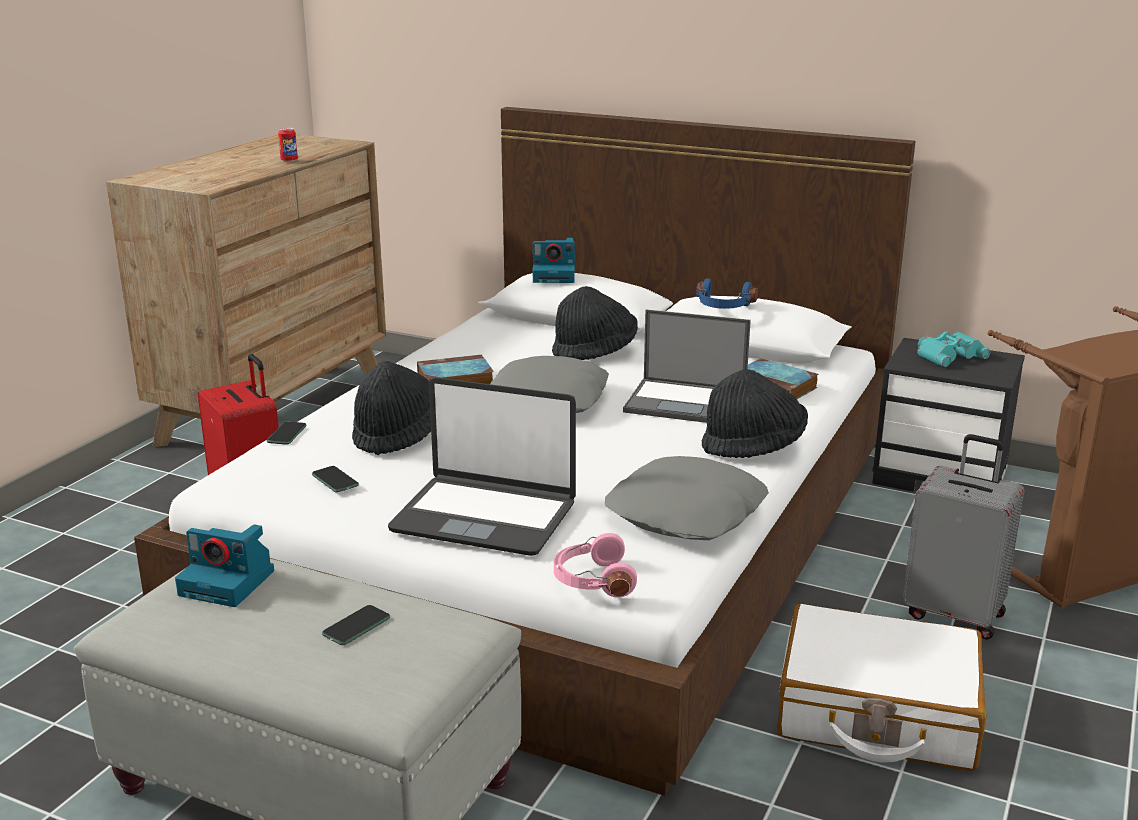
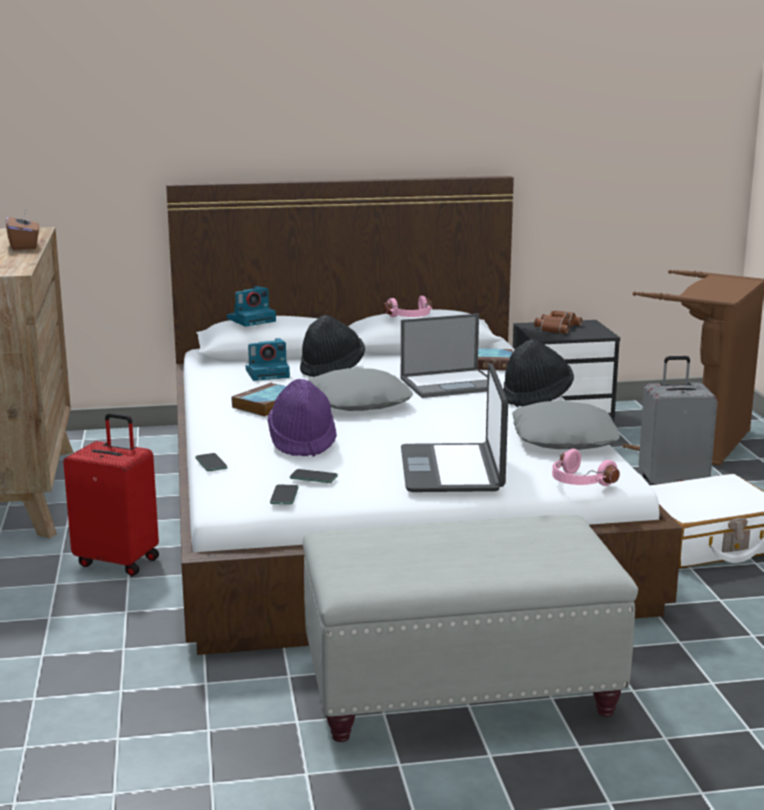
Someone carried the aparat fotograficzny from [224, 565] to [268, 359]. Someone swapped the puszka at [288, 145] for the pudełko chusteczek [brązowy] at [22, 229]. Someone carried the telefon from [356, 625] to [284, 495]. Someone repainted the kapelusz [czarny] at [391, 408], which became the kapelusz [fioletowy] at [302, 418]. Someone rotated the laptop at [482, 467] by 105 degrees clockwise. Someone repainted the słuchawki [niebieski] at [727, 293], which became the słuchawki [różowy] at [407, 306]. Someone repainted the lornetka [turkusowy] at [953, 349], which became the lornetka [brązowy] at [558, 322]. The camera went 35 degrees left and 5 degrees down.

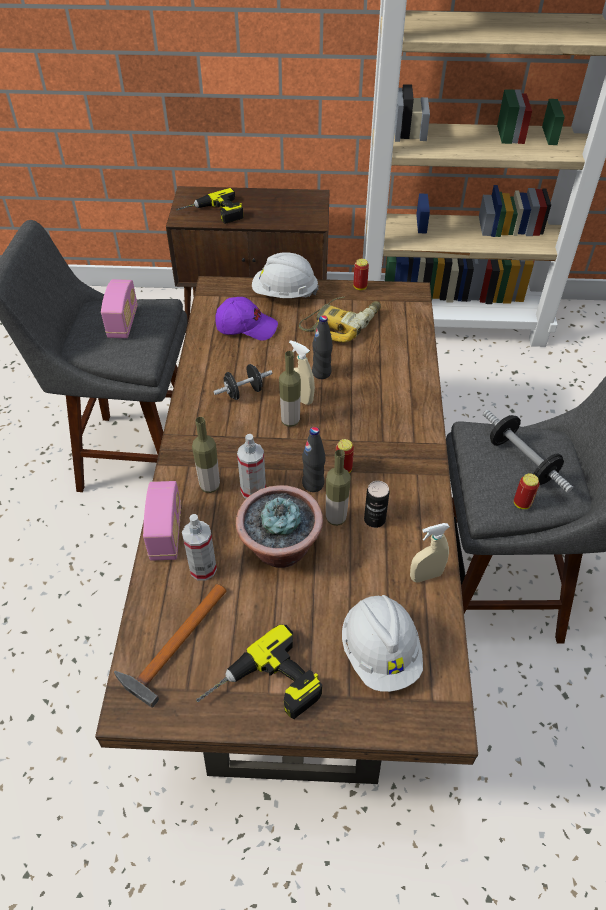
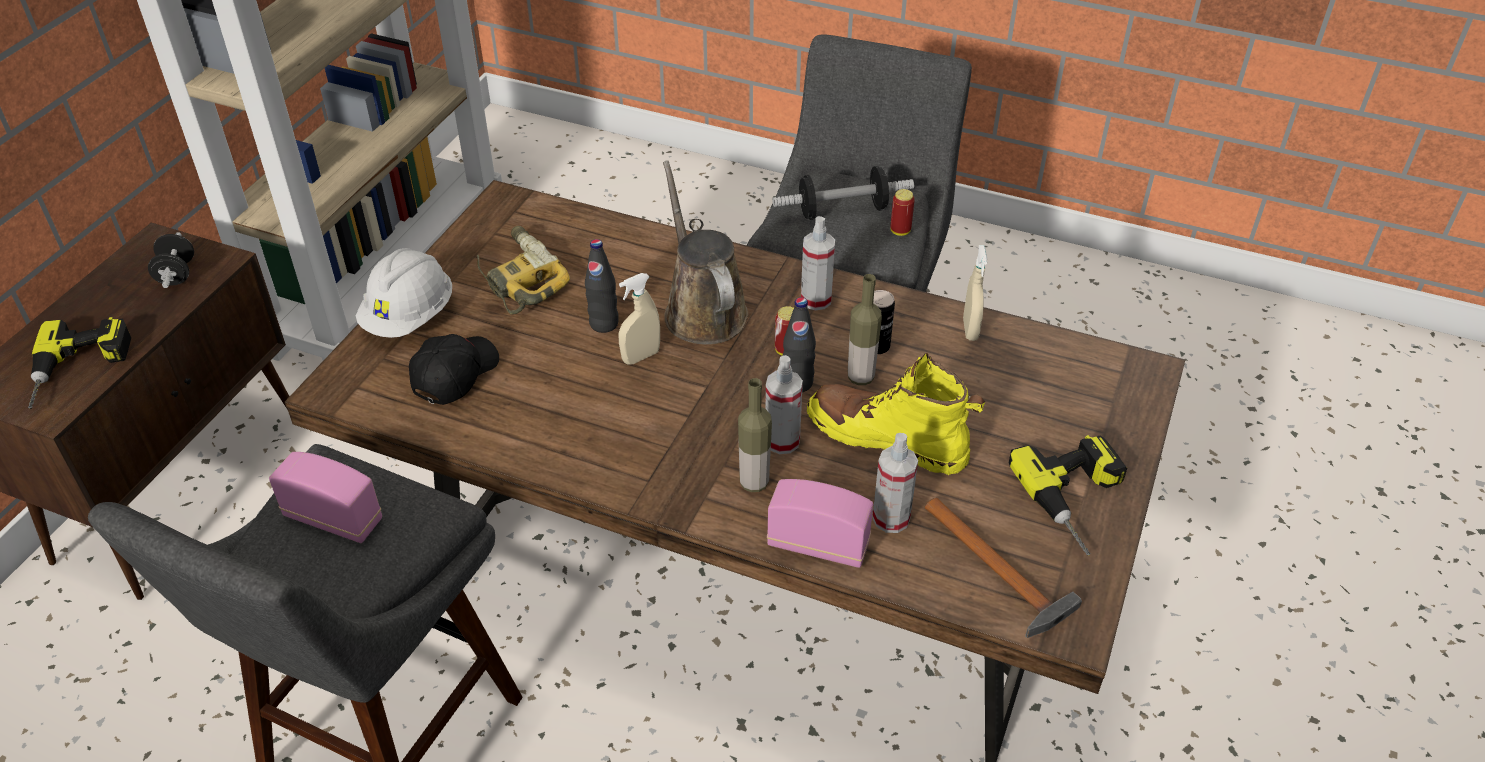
Someone carried the hantel [czarny] from [243, 382] to [171, 260]. Someone repainted the czapka z daszkiem [fioletowy] at [246, 319], which became the czapka z daszkiem [czarny] at [454, 369]. Someone swapped the roślina doniczkowa at [279, 526] for the but z cholewką [żółty] at [896, 414]. Someone took away the butelka at [290, 389]. Someone took away the kask [biały] at [382, 643]. Someone took away the puszka at [361, 274]. Someone put down the konewka [brązowy] at [705, 252]. Someone put down the spryskiwacz at [818, 263]. The camera went 70 degrees left and 5 degrees down.

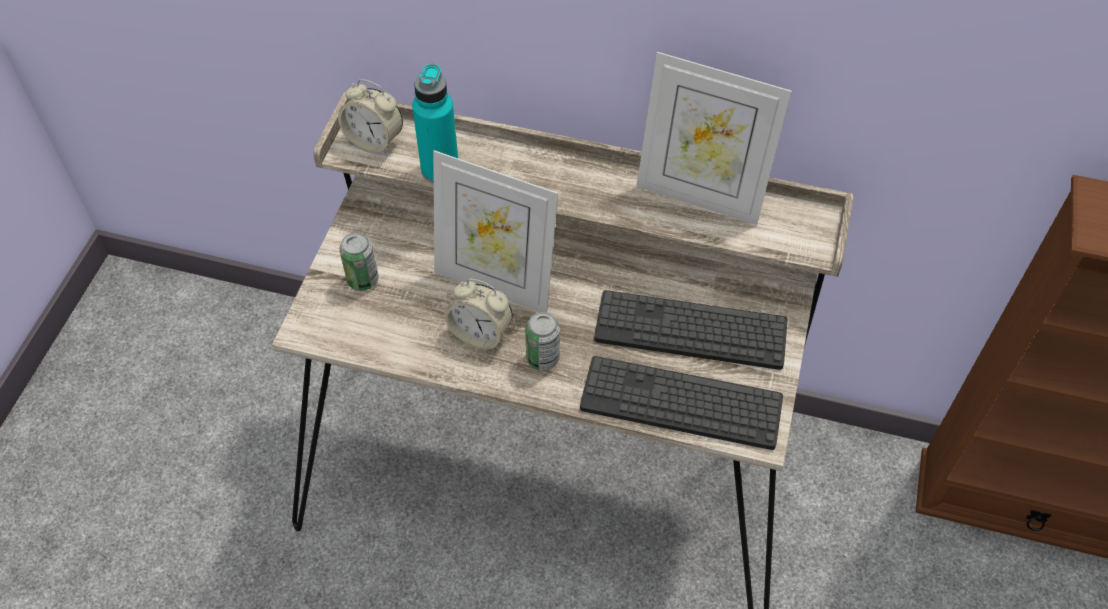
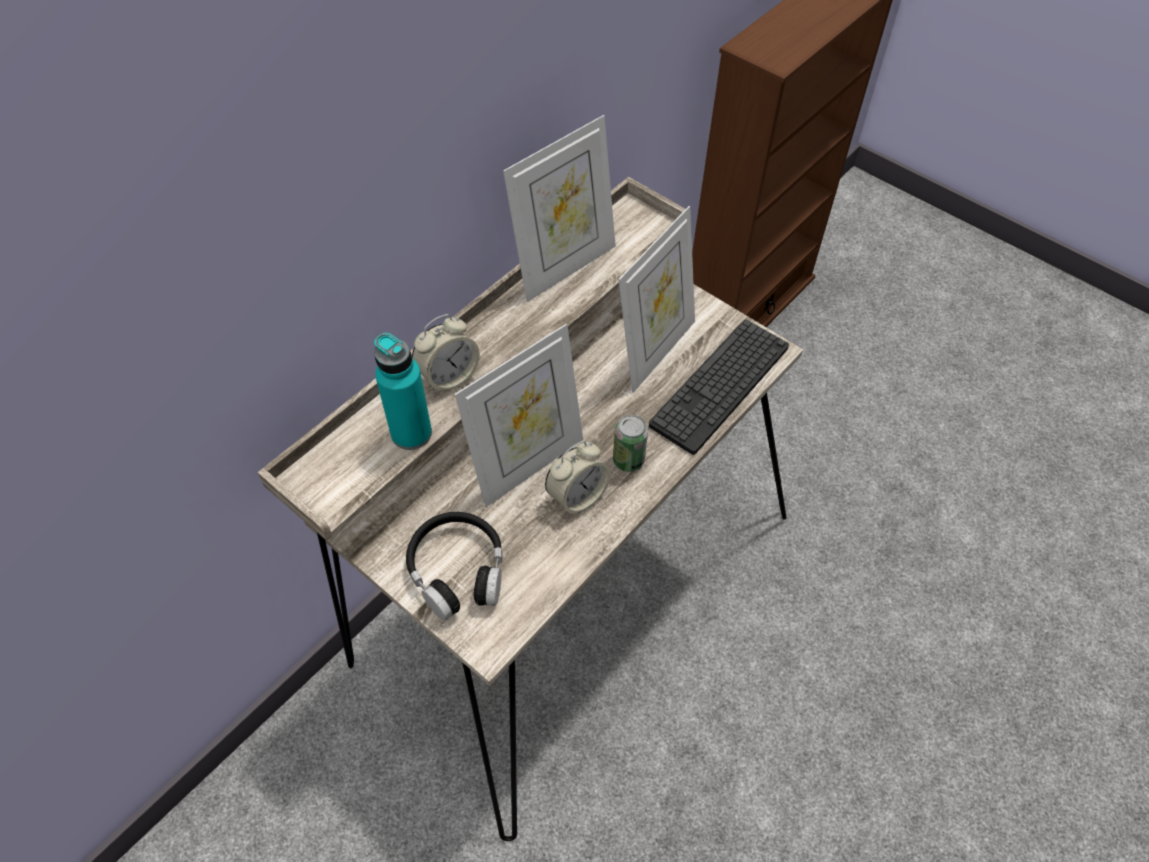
Someone carried the budzik from [370, 117] to [446, 354]. Someone swapped the puszka at [359, 261] for the słuchawki [czarny] at [454, 566]. Someone swapped the klawiatura at [691, 330] for the ramka na zdjęcie at [657, 299]. The camera went 65 degrees left and 0 degrees up.

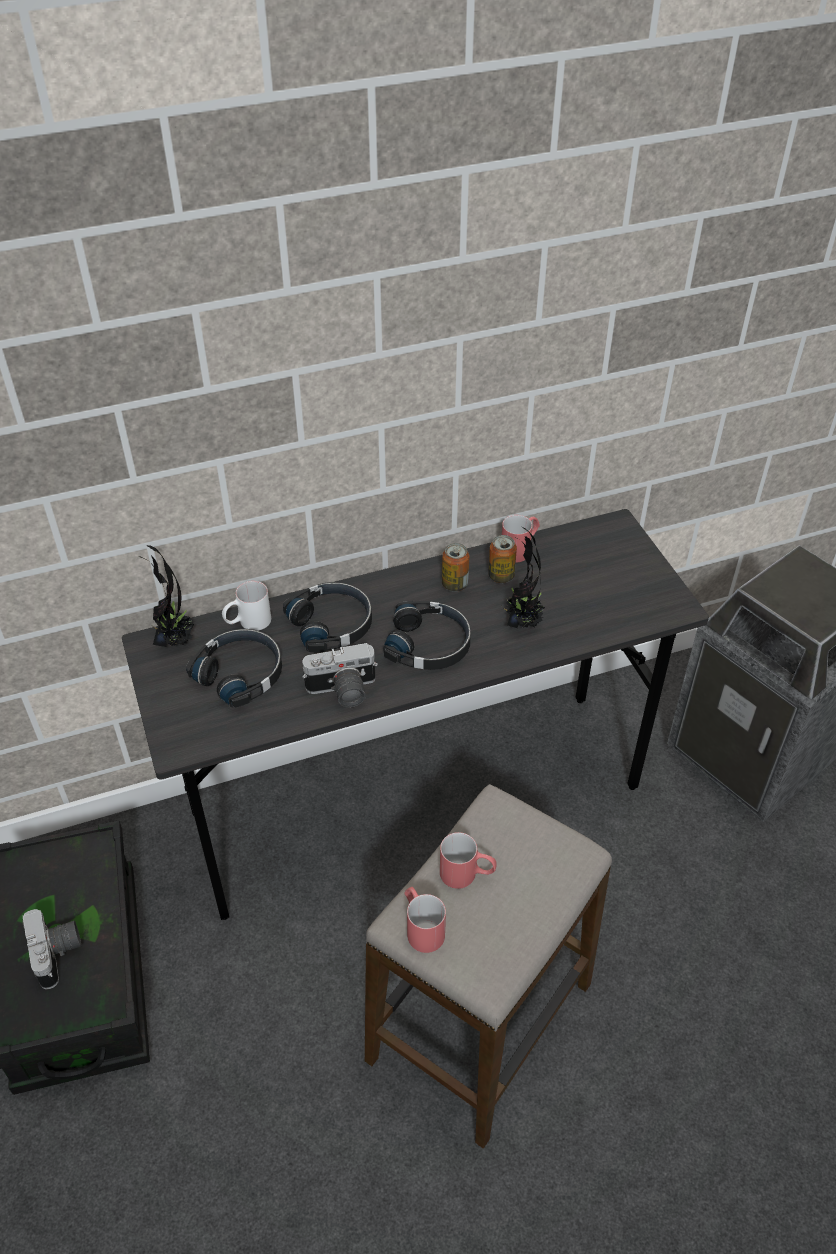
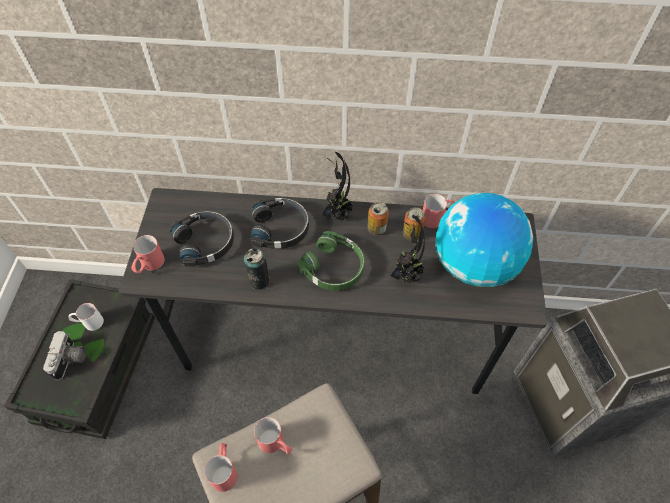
Someone carried the roślina doniczkowa from [166, 596] to [337, 186]. Someone carried the kubek [biały] from [246, 606] to [86, 317]. Someone swapped the aparat fotograficzny at [340, 675] for the puszka at [257, 269]. Someone repainted the słuchawki [czarny] at [427, 635], which became the słuchawki [zielony] at [331, 261]. Someone put down the kubek [czerwony] at [148, 254]. Someone put down the globus at [484, 240]. The camera went 25 degrees right and 10 degrees up.

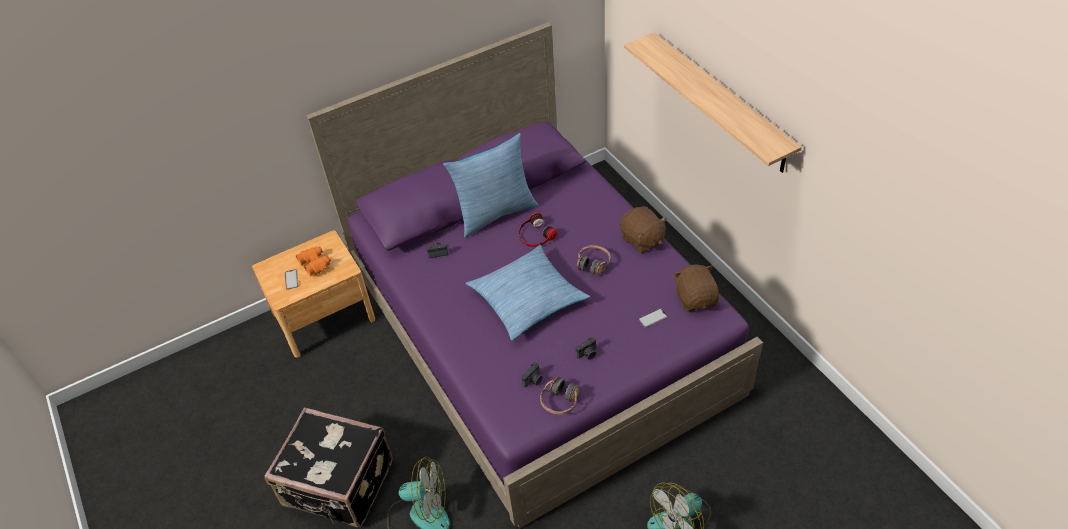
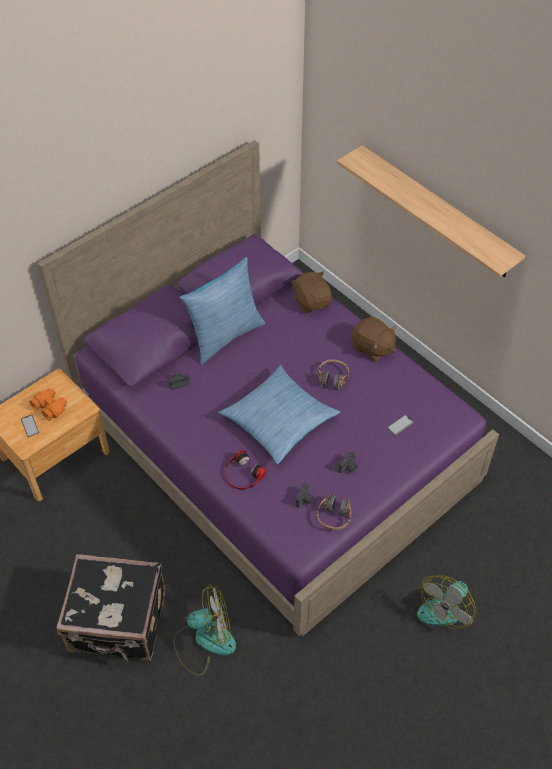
Someone carried the słuchawki from [537, 230] to [245, 469]. Someone carried the pluszak [brązowy] from [696, 287] to [311, 292]. The camera went 15 degrees left and 5 degrees up.

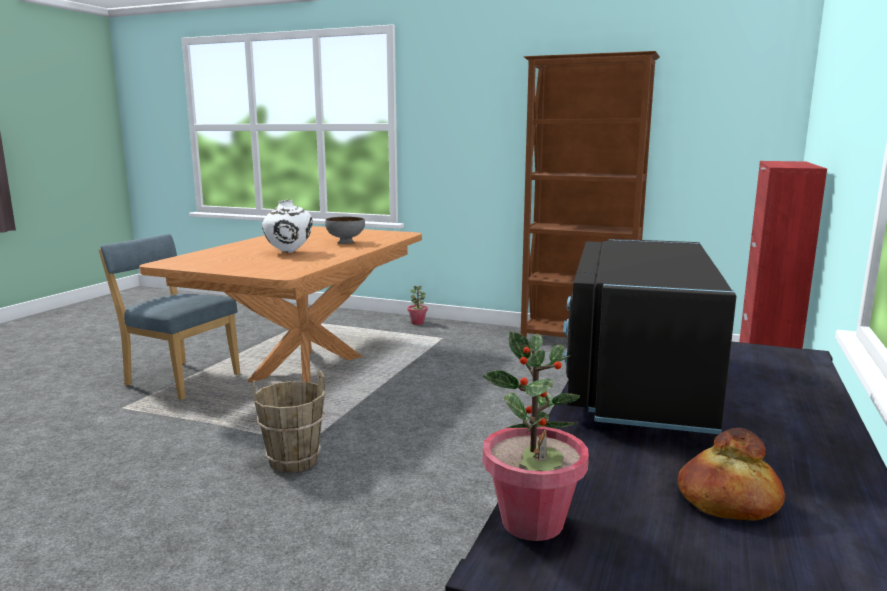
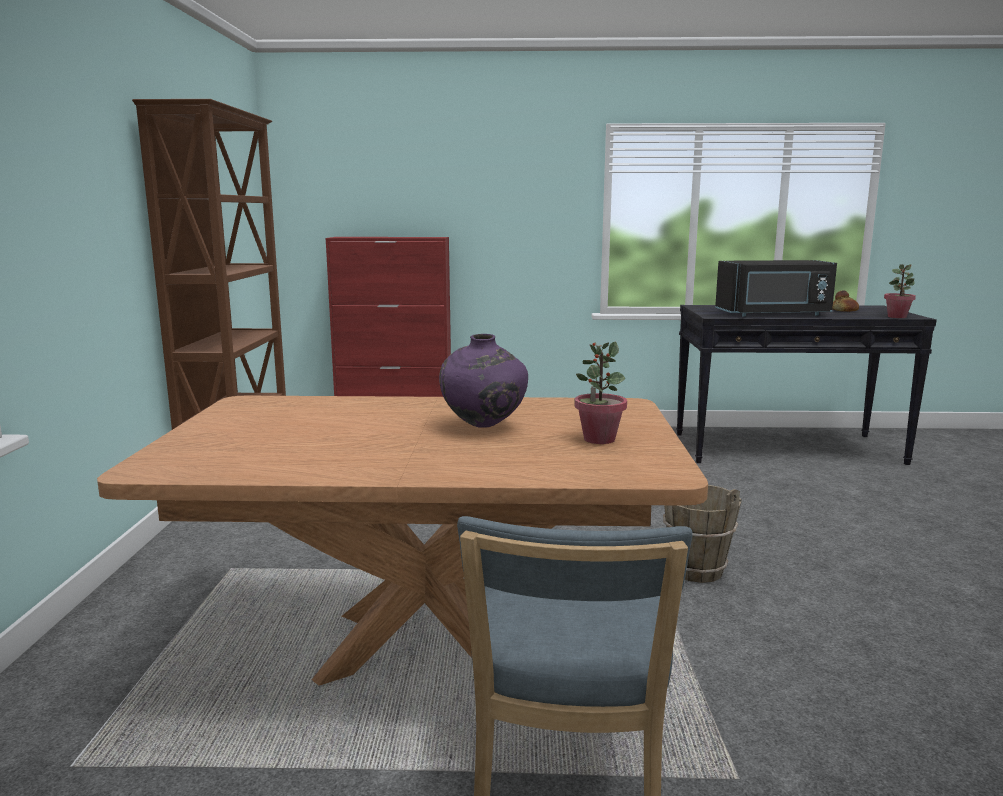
Someone repainted the wazon [biały] at [287, 226], which became the wazon [fioletowy] at [483, 381]. Someone took away the miska [szary] at [345, 230]. Someone carried the roślina doniczkowa from [417, 305] to [600, 393]. The camera went 110 degrees left and 0 degrees up.

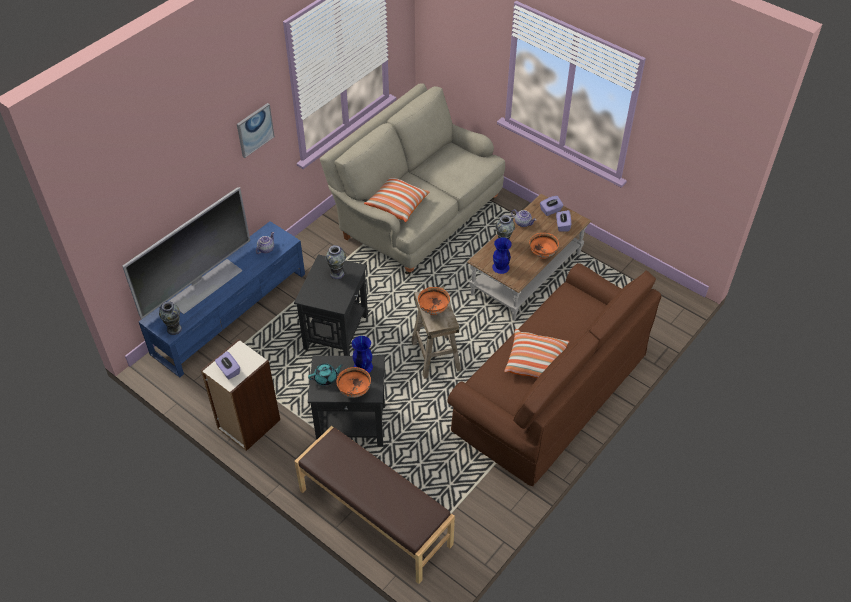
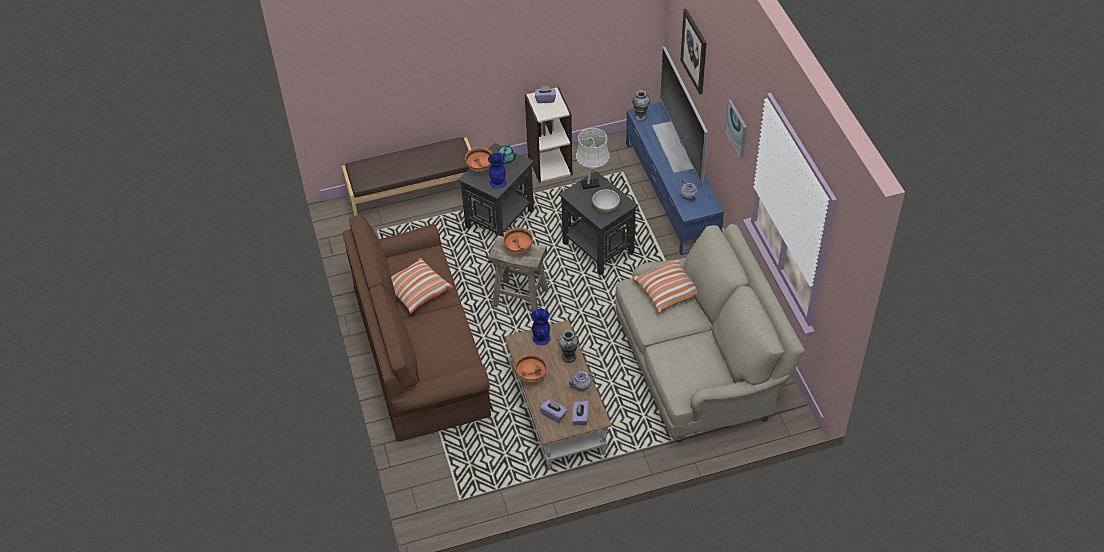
Someone swapped the wazon at [335, 262] for the miska [biały] at [606, 201]. Someone put down the lampa stołowa [biały] at [593, 159]. Someone put up the obraz at [693, 51]. The camera went 125 degrees right and 0 degrees up.

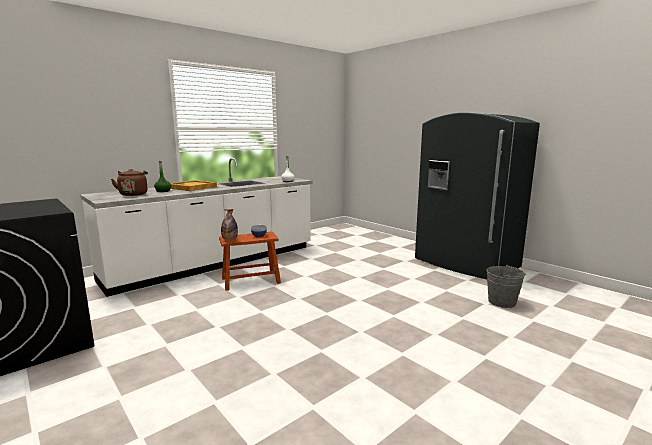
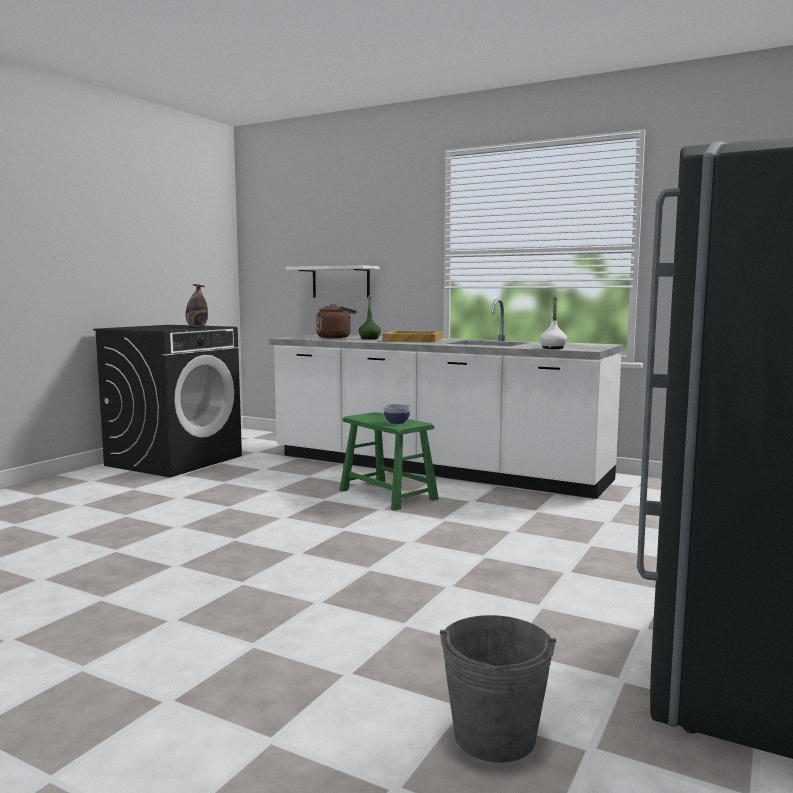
Someone repainted the stołek [brązowy] at [250, 261], which became the stołek [zielony] at [389, 461]. Someone carried the butelka from [229, 225] to [197, 305]. Someone put up the półka [biały] at [333, 281]. The camera went 70 degrees right and 5 degrees down.

